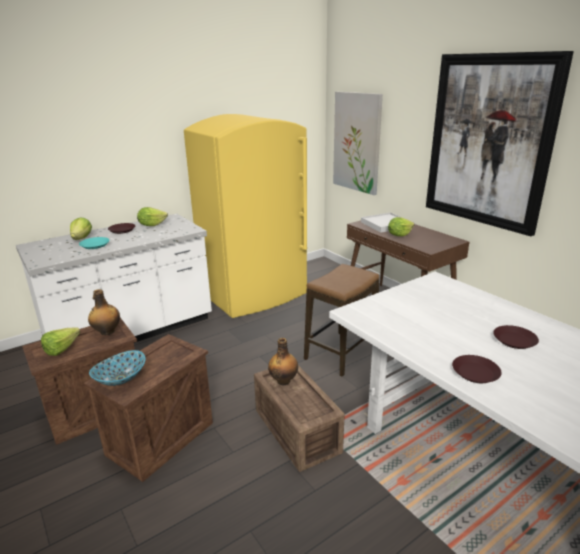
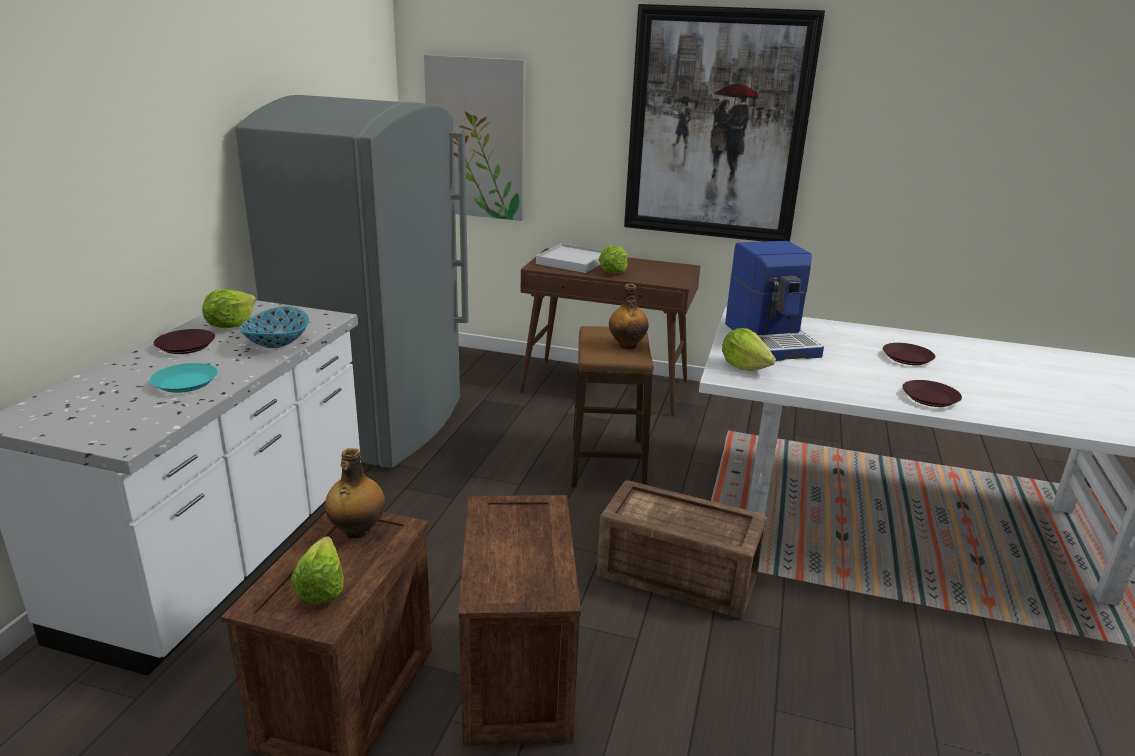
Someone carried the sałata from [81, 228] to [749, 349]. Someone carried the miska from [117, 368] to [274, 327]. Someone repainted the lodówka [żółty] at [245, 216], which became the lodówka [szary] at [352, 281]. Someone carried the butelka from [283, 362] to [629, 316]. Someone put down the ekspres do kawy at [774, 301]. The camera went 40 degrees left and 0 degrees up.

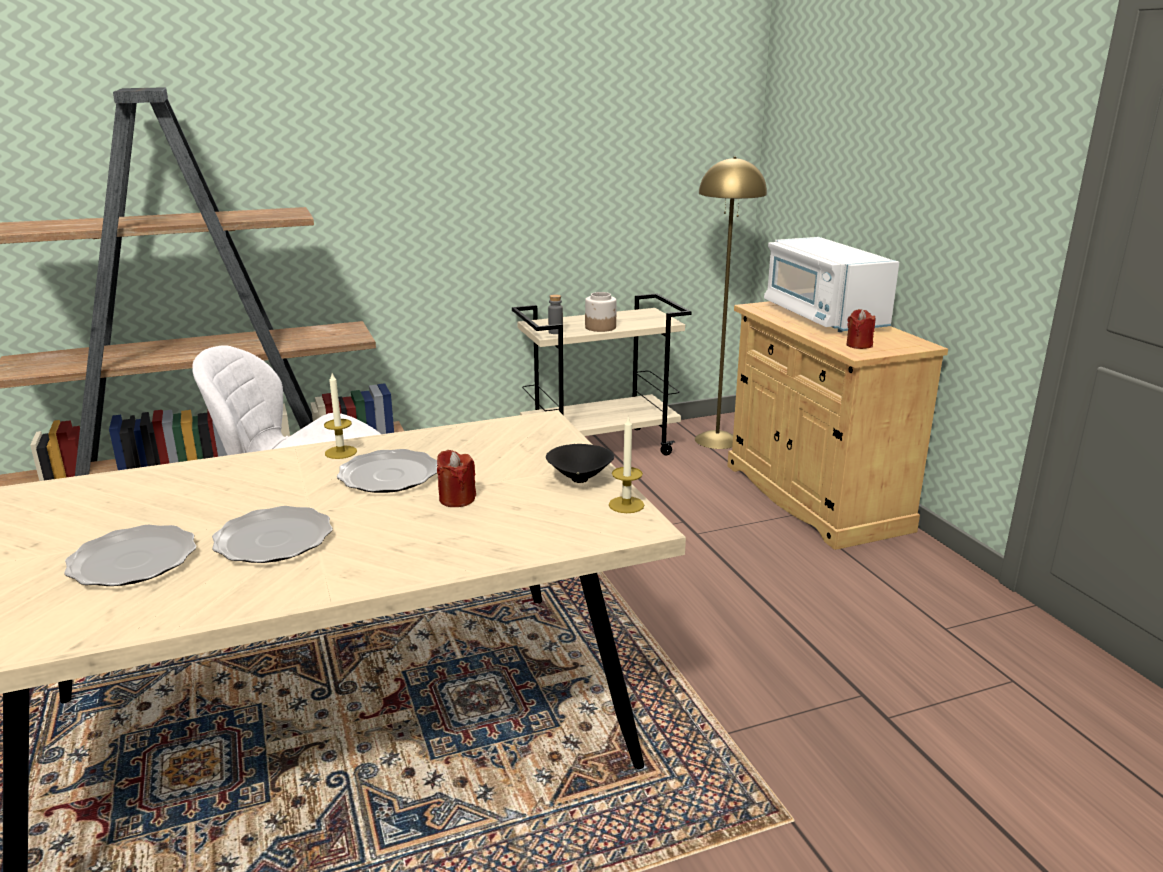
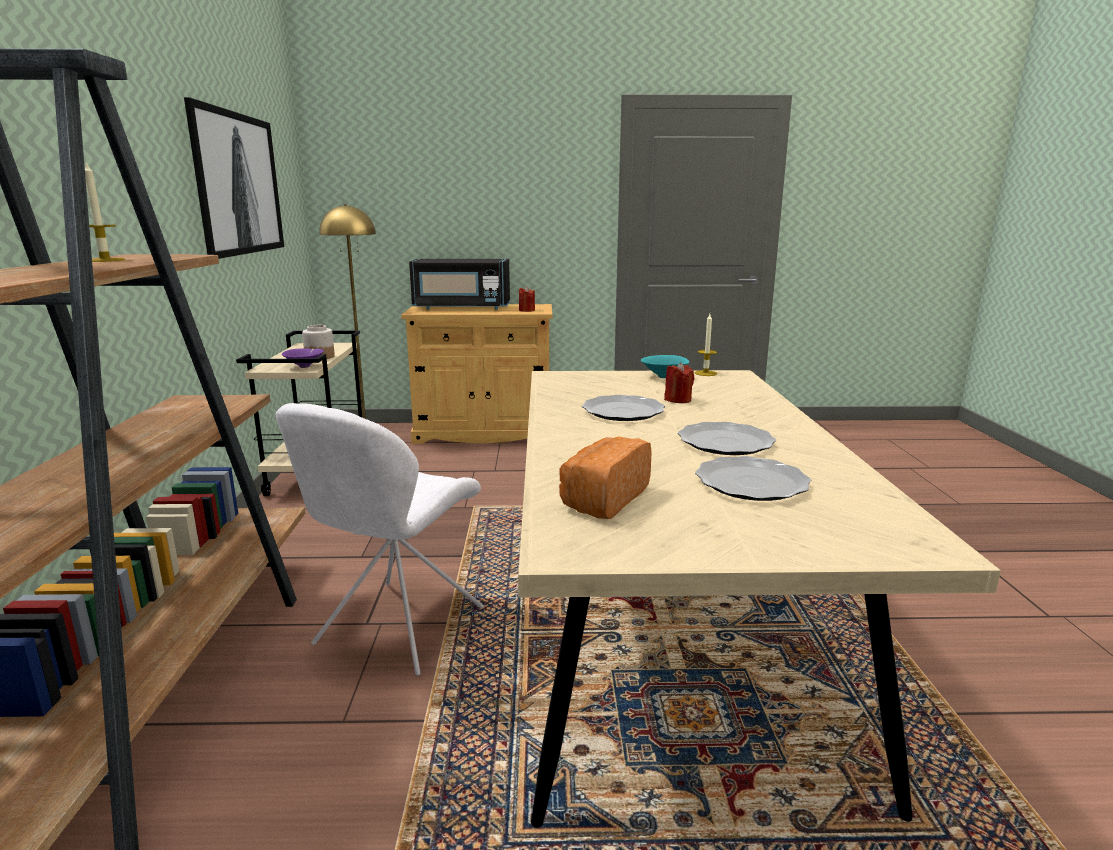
Someone carried the świeca from [340, 416] to [105, 212]. Someone repainted the miska [czarny] at [580, 463], which became the miska [turkusowy] at [665, 366]. Someone swapped the butelka [szary] at [555, 314] for the miska [fioletowy] at [303, 358]. Someone repainted the mikrofalówka [biały] at [831, 284], which became the mikrofalówka [czarny] at [459, 284]. Someone put up the obraz at [234, 178]. Someone put down the chleb at [605, 477]. The camera went 70 degrees left and 5 degrees down.

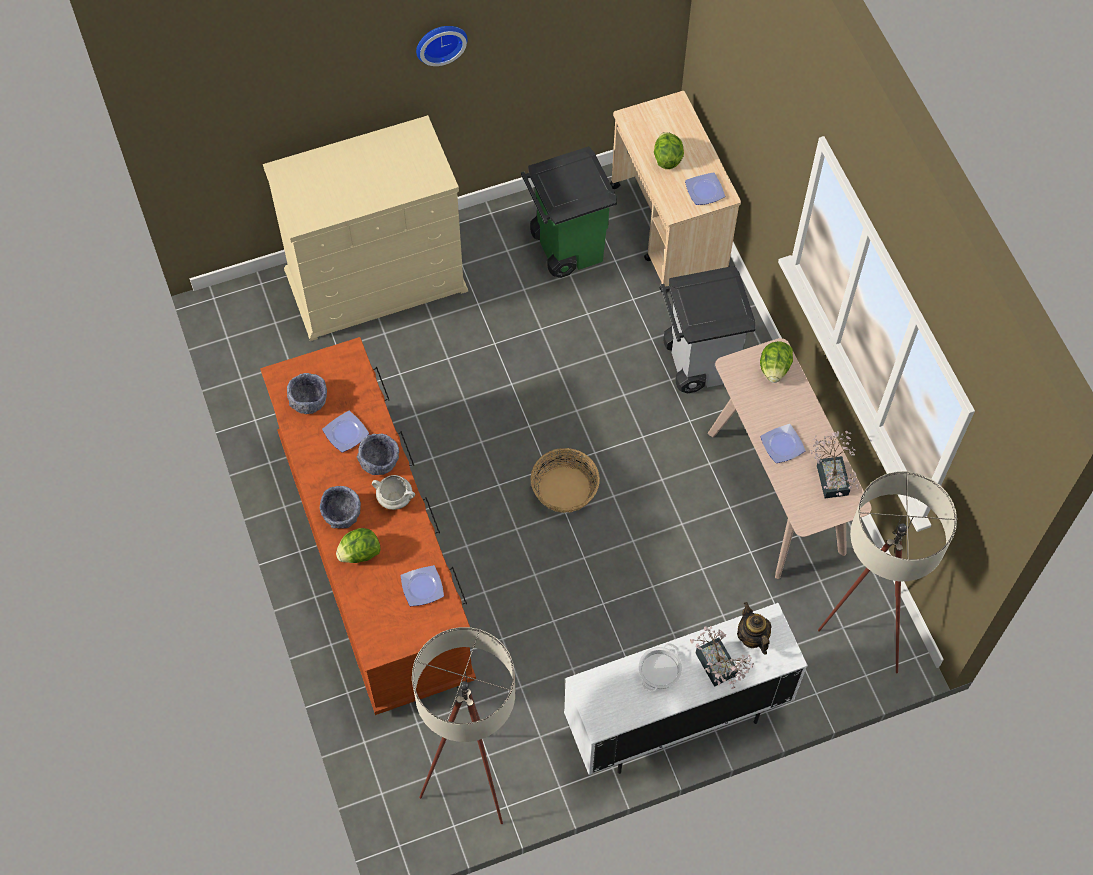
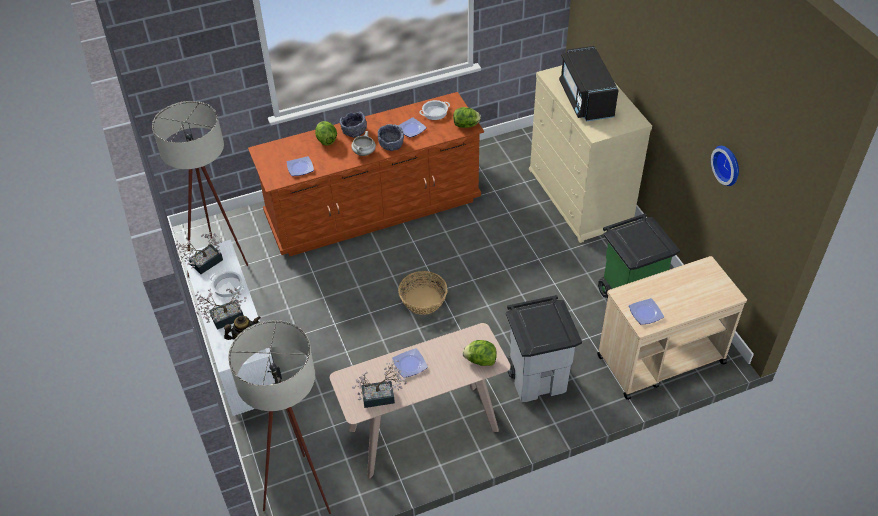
Someone swapped the miska [szary] at [307, 393] for the garnek at [434, 110]. Someone carried the zegar ścienny from [442, 46] to [725, 166]. Someone carried the sałata from [669, 150] to [467, 117]. Someone put down the roślina doniczkowa at [199, 253]. Someone put down the mikrofalówka [czarny] at [588, 84]. The camera went 90 degrees right and 15 degrees down.

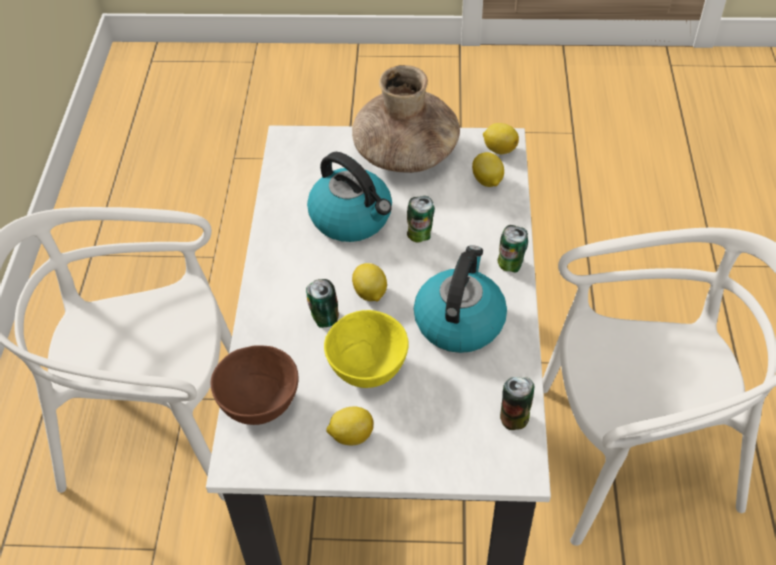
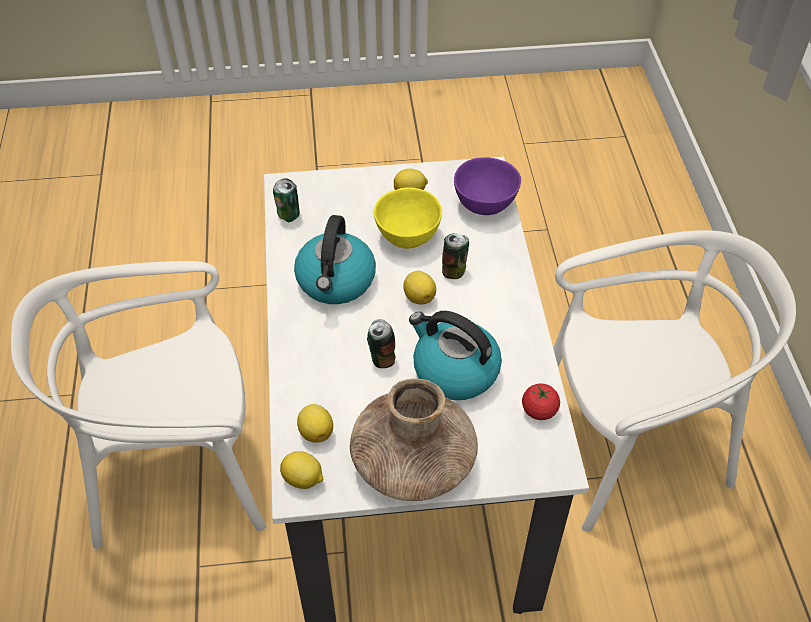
Someone repainted the miska [brązowy] at [254, 385], which became the miska [fioletowy] at [487, 186]. Someone took away the puszka at [513, 248]. Someone put down the pomidor at [541, 401]. The camera went 170 degrees right and 0 degrees up.

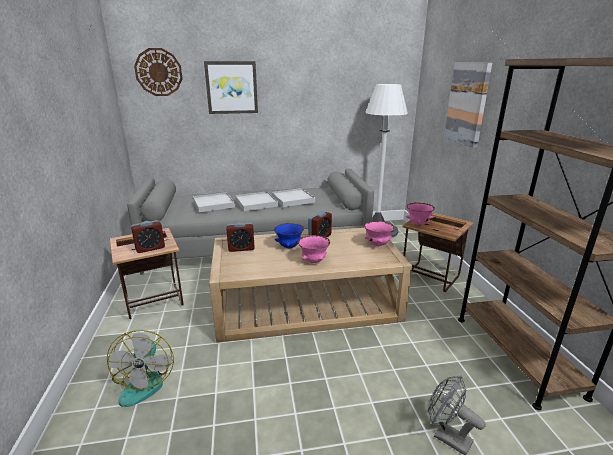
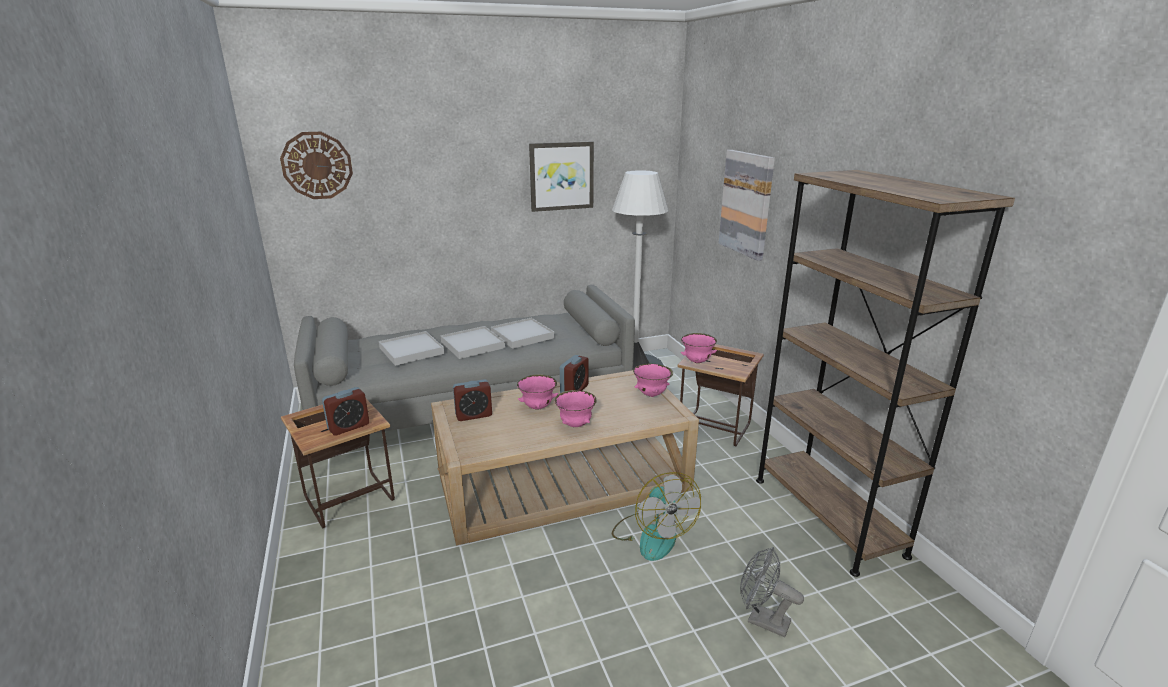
Someone carried the wentylator from [140, 368] to [656, 516]. Someone carried the obraz from [231, 87] to [561, 176]. Someone repainted the miska [niebieski] at [289, 235], which became the miska [różowy] at [537, 392]. The camera went 10 degrees left and 0 degrees up.

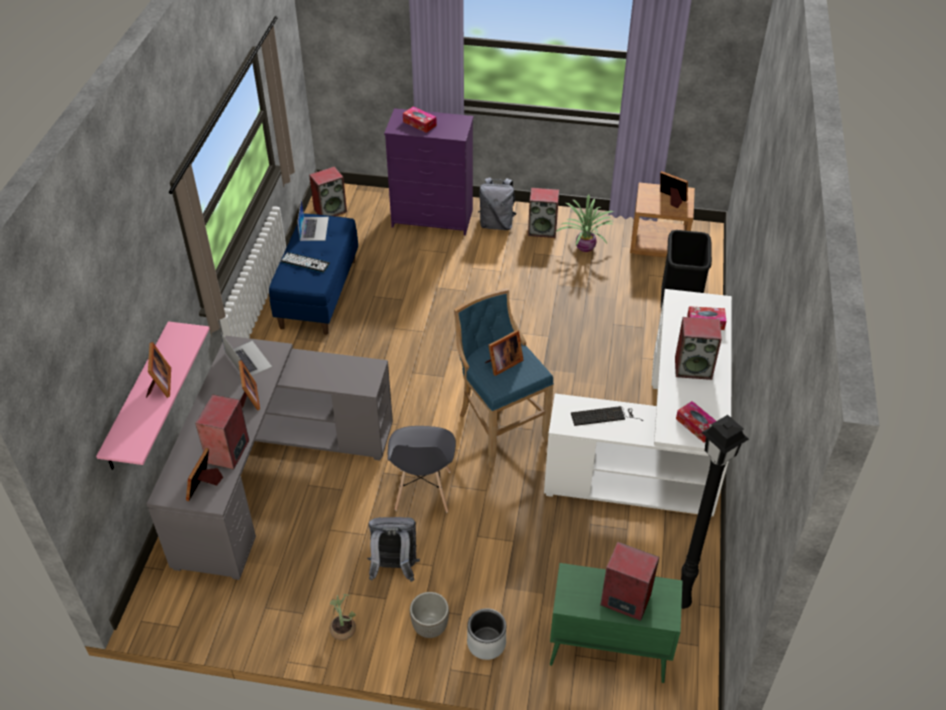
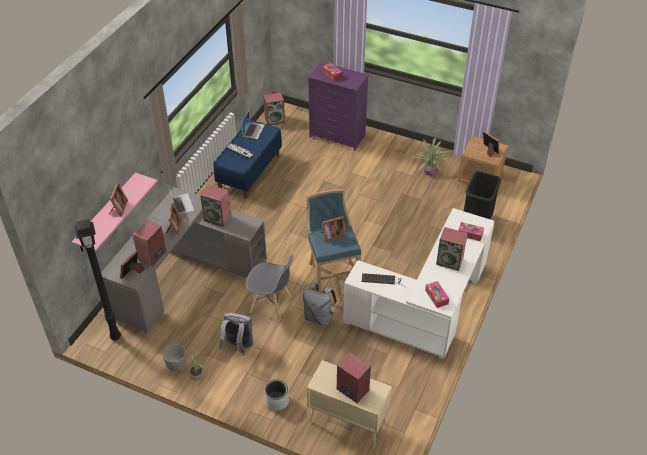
Someone rotated the krzesło [szary] at [422, 469] by 90 degrees counterclockwise. Someone carried the donica from [429, 615] to [175, 357]. Someone carried the plecak [szary] from [497, 203] to [320, 304]. Someone carried the głośnik from [543, 213] to [215, 206]. Someone repainted the szafka [zielony] at [616, 623], which became the szafka [beżowy] at [349, 404]. Someone carried the lampa stojąca [czarny] from [715, 512] to [97, 280]. The camera went 15 degrees right and 0 degrees up.

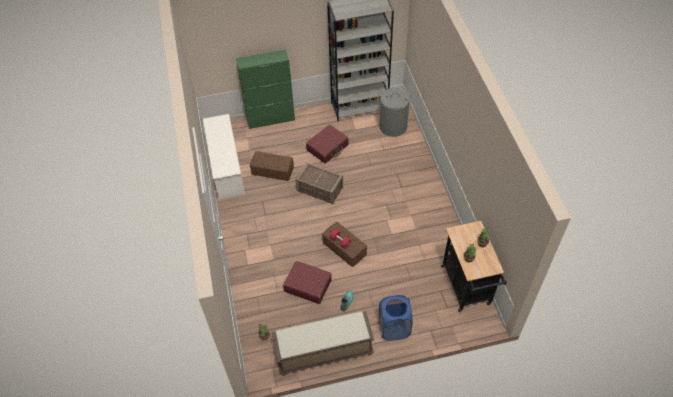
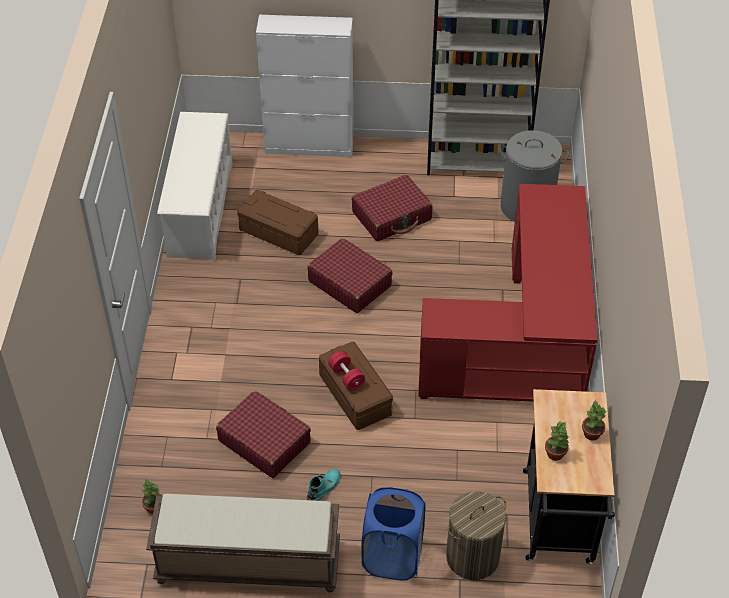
Someone repainted the szafka [zielony] at [265, 89], which became the szafka [biały] at [305, 86]. Someone swapped the skrzynka at [319, 183] for the walizka [czerwony] at [350, 275]. Someone put down the biurko [czerwony] at [507, 293]. Someone put down the kosz na pranie at [476, 535]. The camera went 15 degrees right and 5 degrees down.

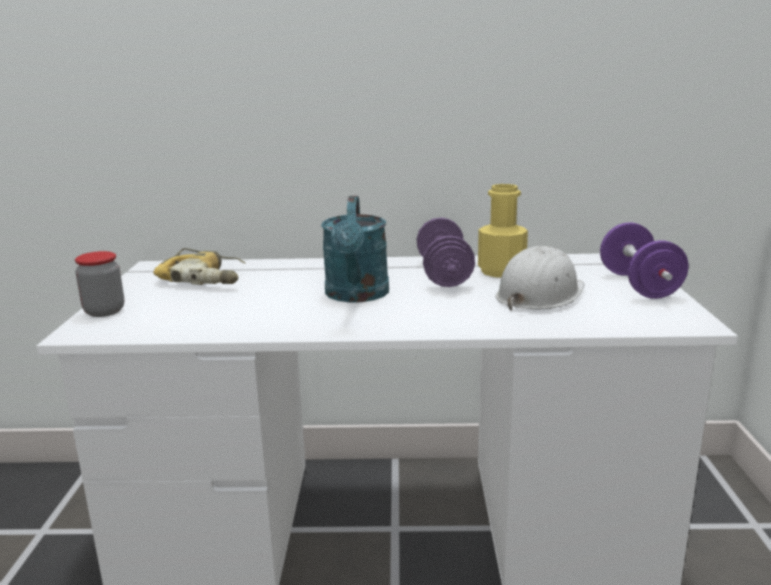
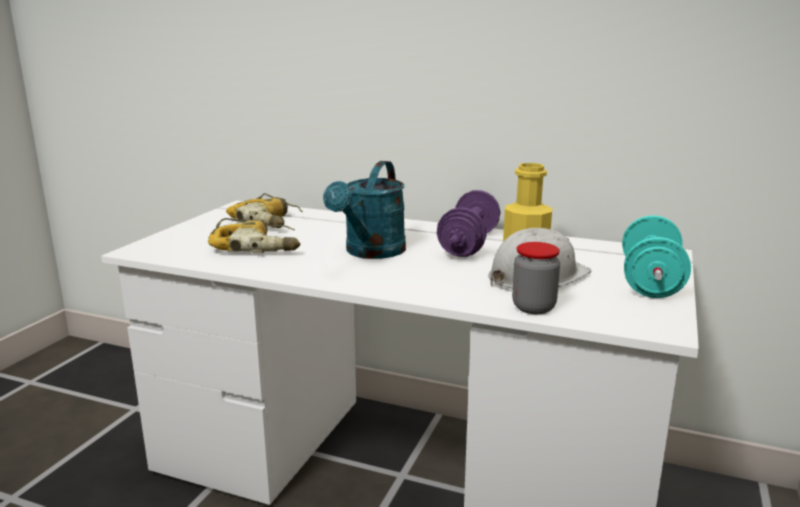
Someone carried the słoik from [99, 284] to [536, 278]. Someone repainted the hantel [fioletowy] at [644, 260], which became the hantel [turkusowy] at [656, 256]. Someone put down the wiertarka at [254, 235]. The camera went 20 degrees right and 0 degrees up.

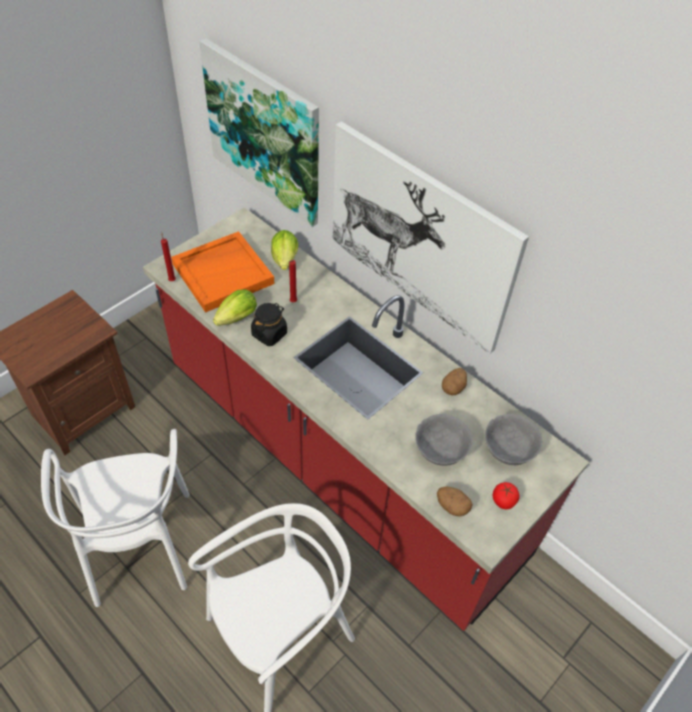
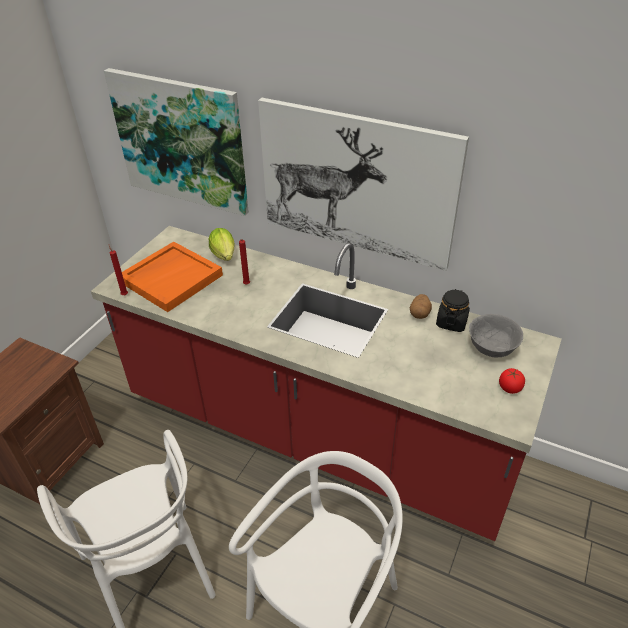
Someone took away the sałata at [235, 307]. Someone carried the słoik [czarny] from [269, 324] to [453, 310]. Someone took away the miska [szary] at [444, 440]. Someone took away the ziemniak at [455, 501]. The camera went 15 degrees left and 10 degrees down.

